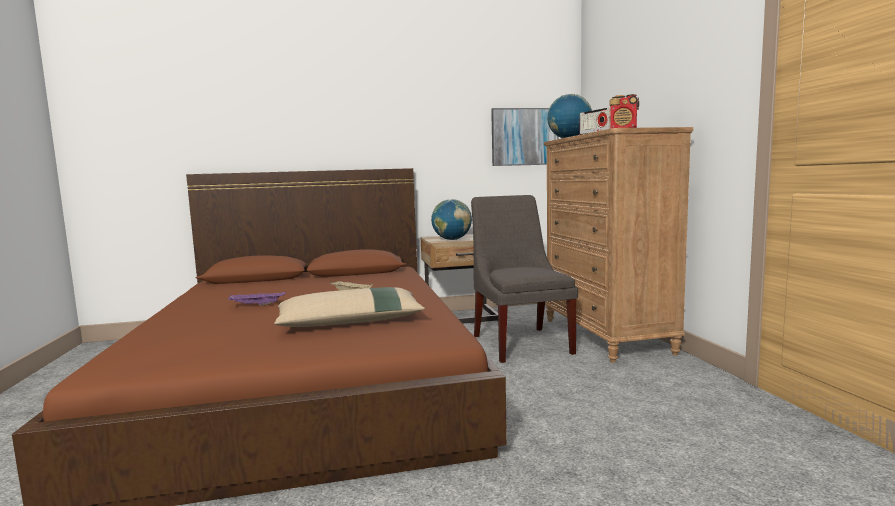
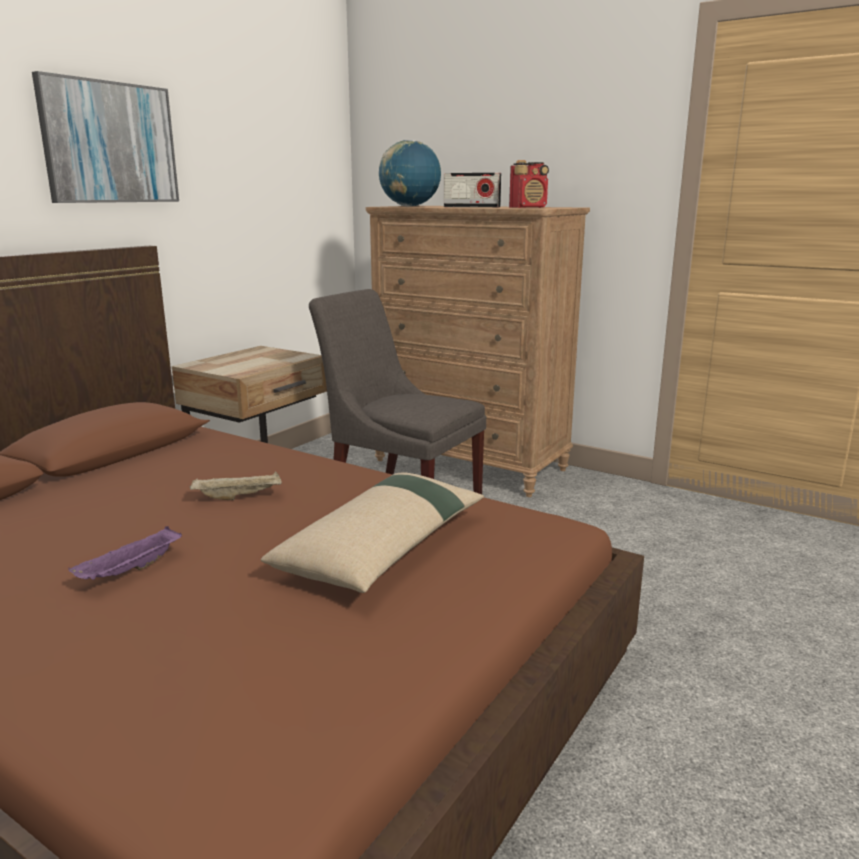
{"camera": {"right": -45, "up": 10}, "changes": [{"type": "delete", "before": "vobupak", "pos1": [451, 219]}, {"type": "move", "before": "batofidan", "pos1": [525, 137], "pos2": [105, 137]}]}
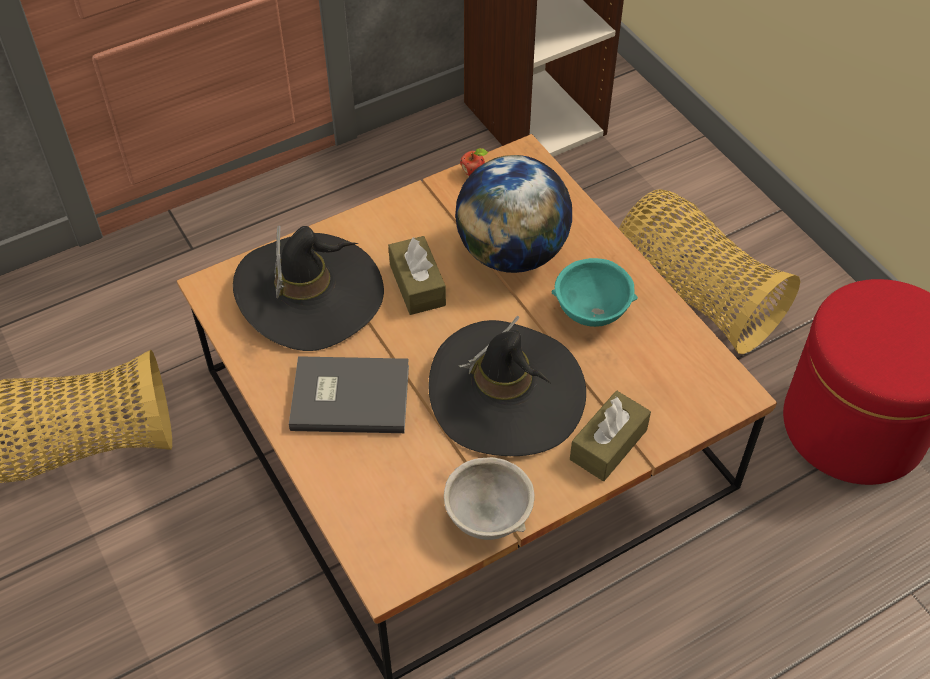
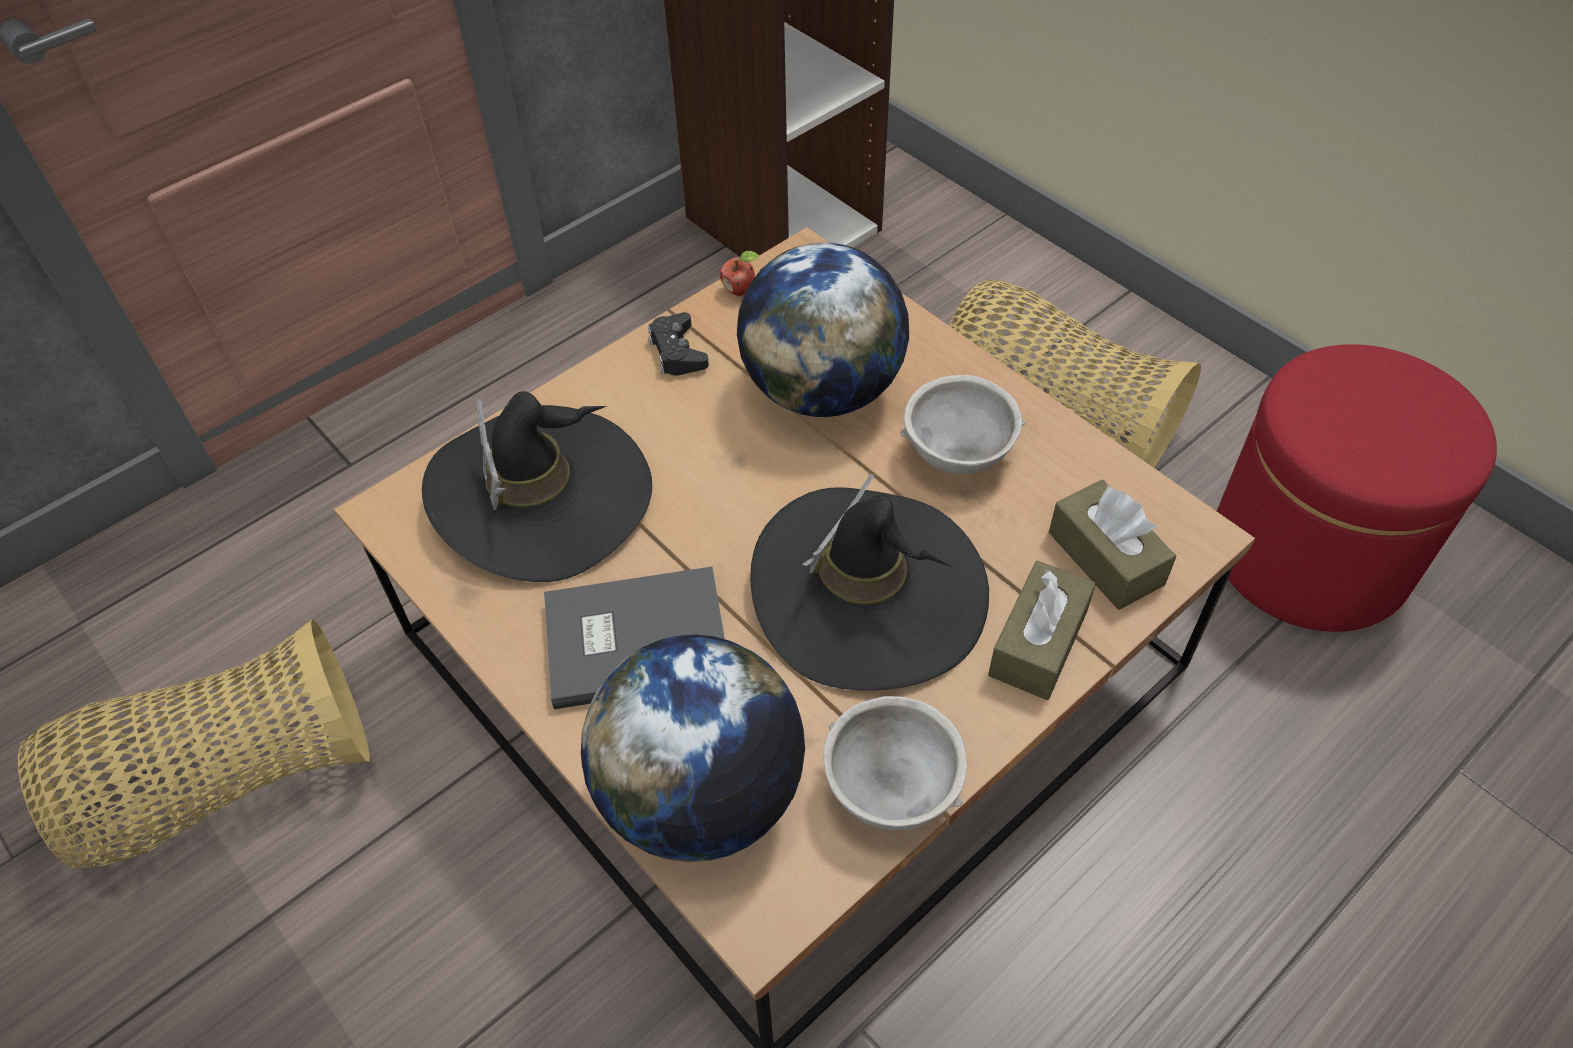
{"camera": {"right": -10, "up": 0}, "changes": [{"type": "insert", "after": "vobupak", "pos2": [693, 748]}, {"type": "insert", "after": "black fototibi", "pos2": [678, 344]}, {"type": "move", "before": "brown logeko", "pos1": [417, 275], "pos2": [1112, 545]}, {"type": "recolor", "before": "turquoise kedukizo", "after": "grey kedukizo", "pos1": [594, 292], "pos2": [963, 424]}]}
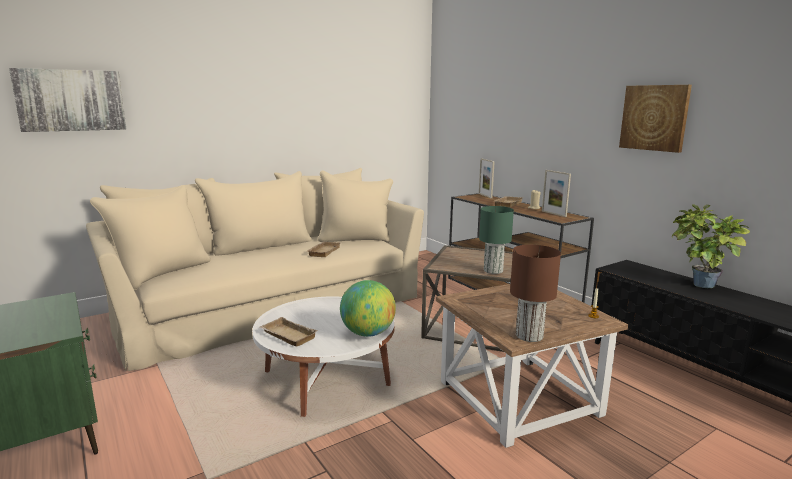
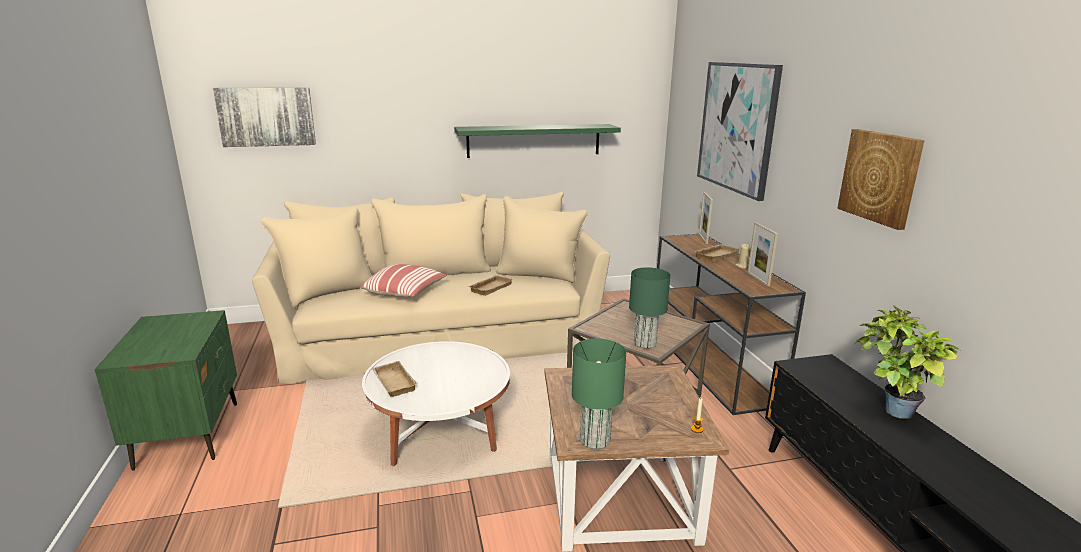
{"camera": {"right": 20, "up": 5}, "changes": [{"type": "delete", "before": "vobupak", "pos1": [368, 308]}, {"type": "insert", "after": "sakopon", "pos2": [403, 280]}, {"type": "insert", "after": "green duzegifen", "pos2": [537, 141]}, {"type": "insert", "after": "batofidan", "pos2": [740, 131]}, {"type": "recolor", "before": "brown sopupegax", "after": "green sopupegax", "pos1": [535, 293], "pos2": [599, 394]}]}
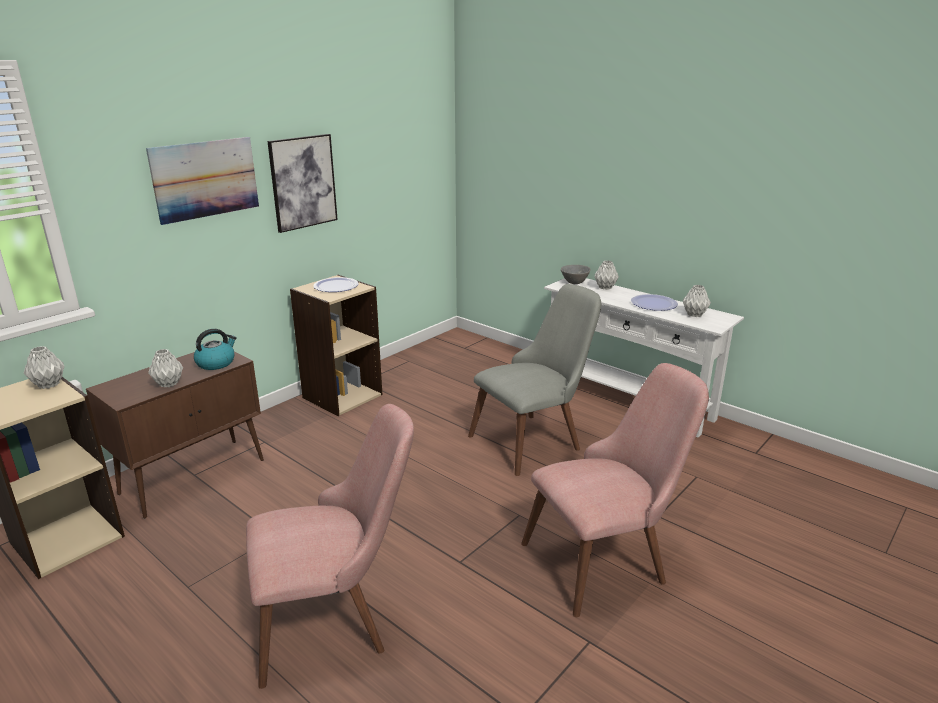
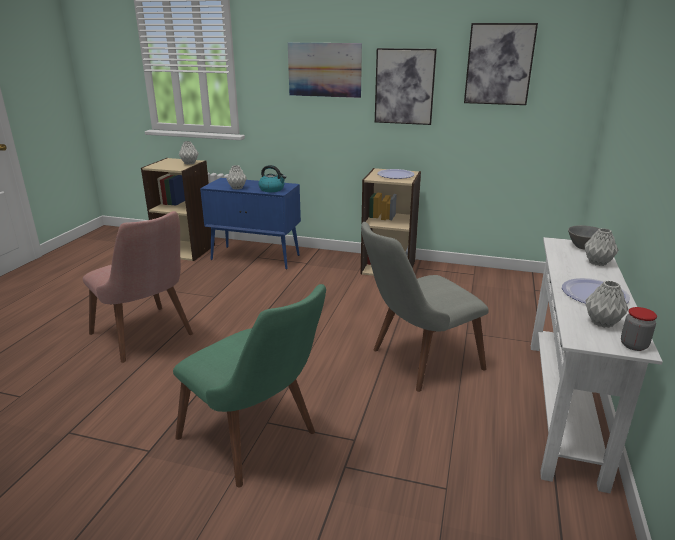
{"camera": {"right": 65, "up": 0}, "changes": [{"type": "insert", "after": "batofidan", "pos2": [501, 64]}, {"type": "insert", "after": "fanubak", "pos2": [639, 329]}, {"type": "recolor", "before": "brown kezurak", "after": "blue kezurak", "pos1": [175, 435], "pos2": [250, 223]}, {"type": "recolor", "before": "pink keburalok", "after": "green keburalok", "pos1": [615, 490], "pos2": [249, 386]}, {"type": "rotate", "before": "grey keburalok", "pos1": [534, 380], "pos2": [425, 307], "turn": 120}]}
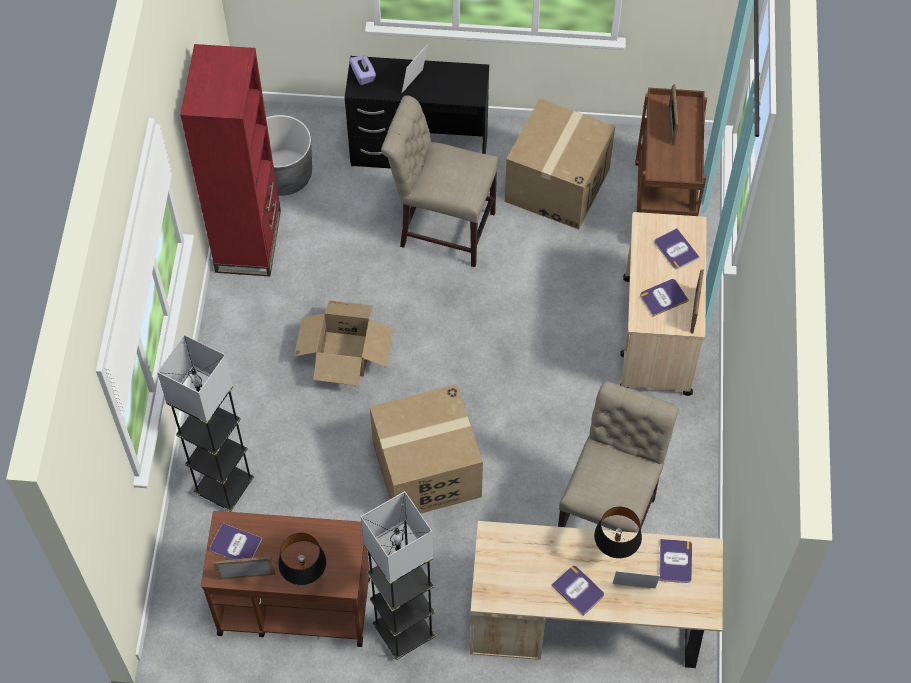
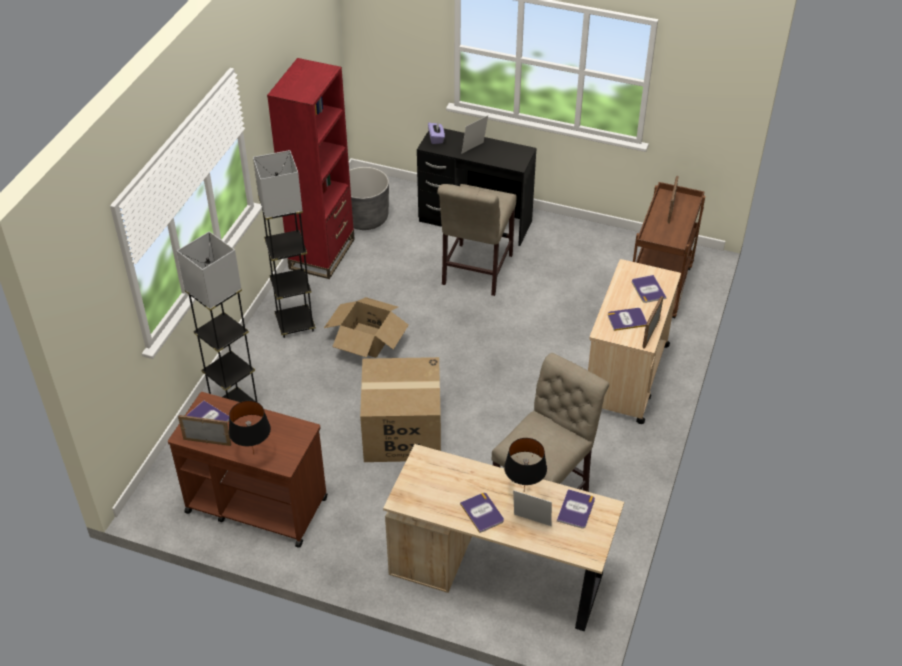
{"camera": {"right": 15, "up": -15}, "changes": [{"type": "delete", "before": "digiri", "pos1": [560, 164]}, {"type": "move", "before": "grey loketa", "pos1": [398, 575], "pos2": [284, 244]}, {"type": "rotate", "before": "beige keburalok", "pos1": [440, 181], "pos2": [477, 240], "turn": -105}]}
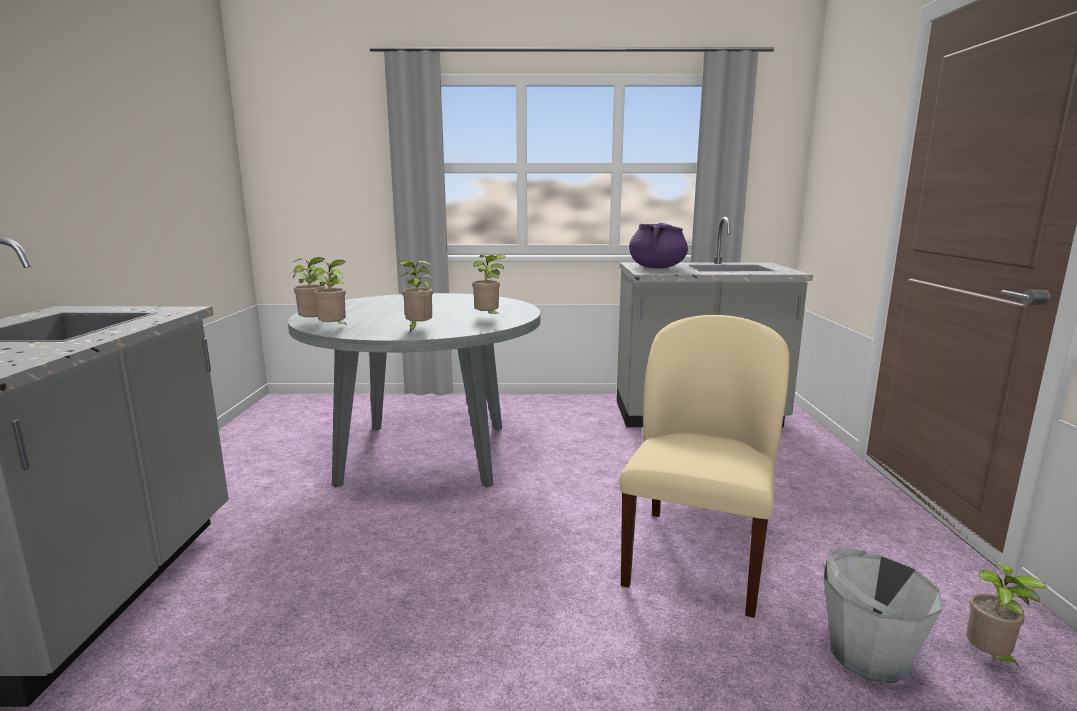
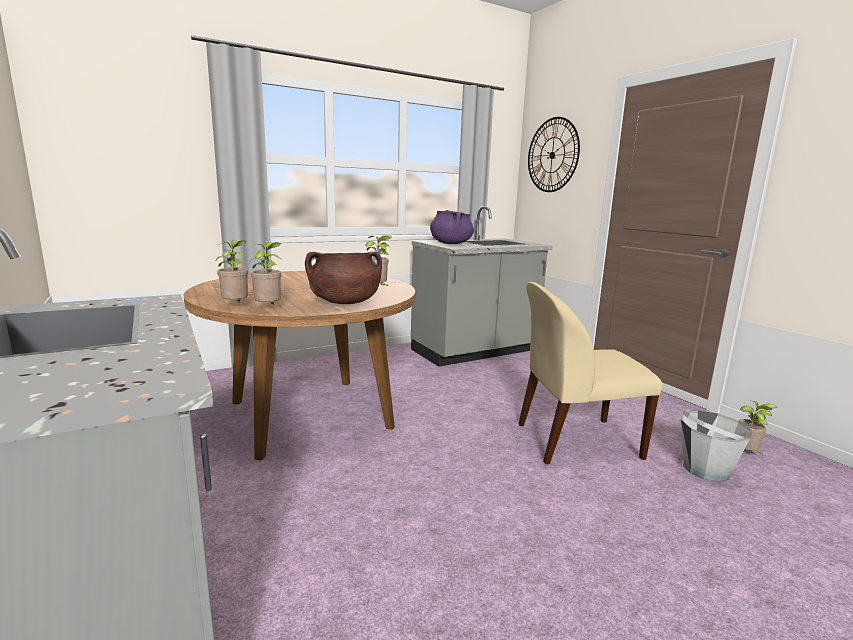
{"camera": {"right": -30, "up": 0}, "changes": [{"type": "insert", "after": "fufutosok", "pos2": [554, 154]}, {"type": "replace", "before": "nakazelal", "after": "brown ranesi", "pos1": [415, 296], "pos2": [343, 278]}, {"type": "recolor", "before": "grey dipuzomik", "after": "brown dipuzomik", "pos1": [414, 390], "pos2": [299, 366]}, {"type": "rotate", "before": "beige keburalok", "pos1": [704, 466], "pos2": [590, 373], "turn": -90}]}
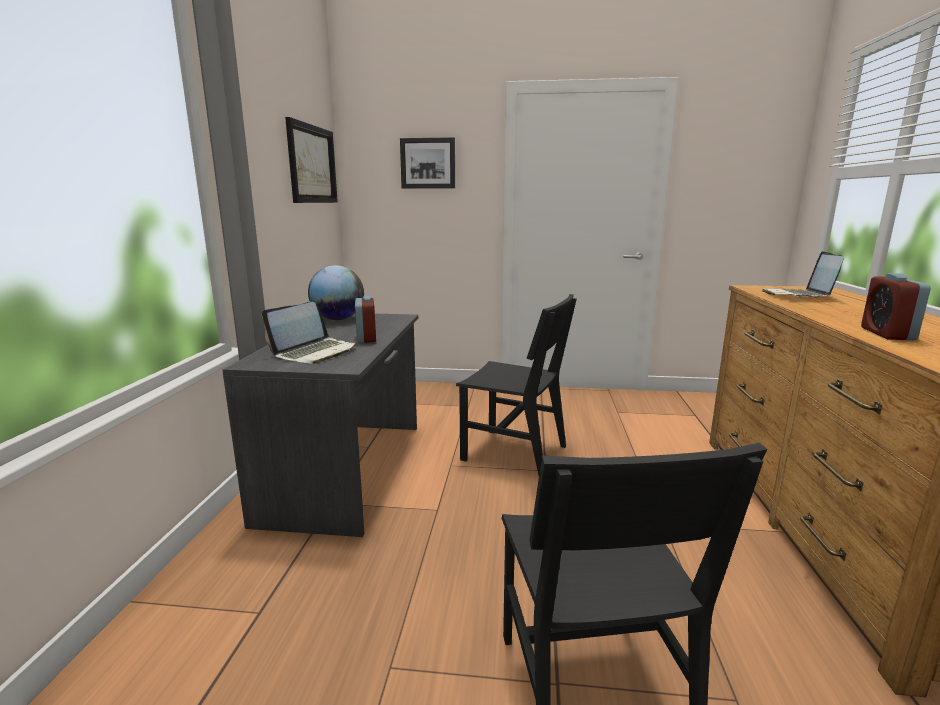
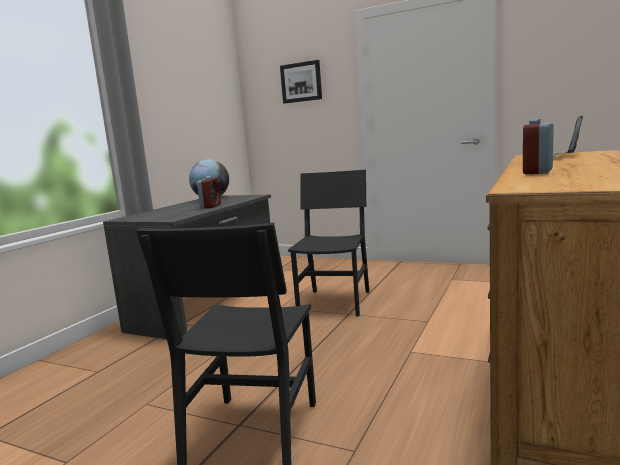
{"camera": {"right": 20, "up": -5}, "changes": [{"type": "delete", "before": "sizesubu", "pos1": [309, 333]}, {"type": "delete", "before": "batofidan", "pos1": [311, 160]}, {"type": "rotate", "before": "black keburalok", "pos1": [516, 384], "pos2": [328, 243], "turn": -120}]}
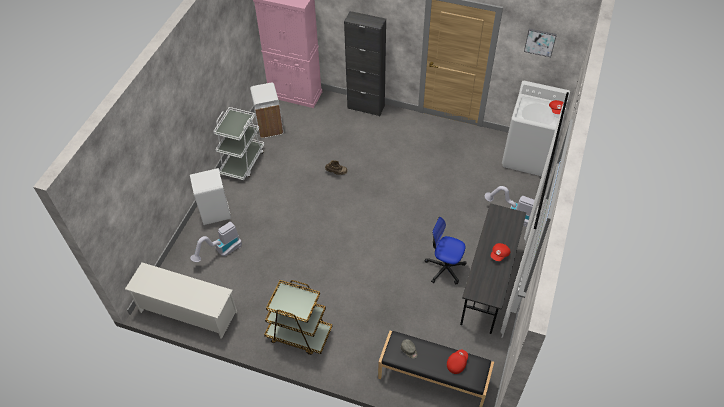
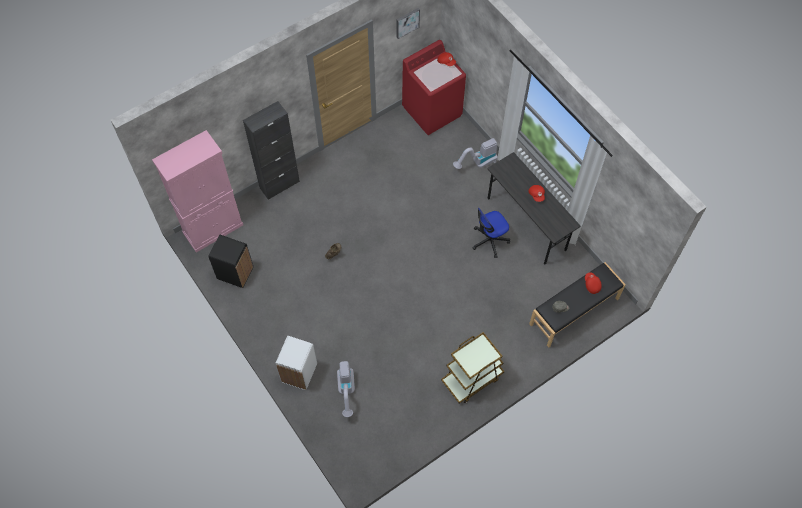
{"camera": {"right": -55, "up": 10}, "changes": [{"type": "delete", "before": "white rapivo", "pos1": [181, 300]}, {"type": "delete", "before": "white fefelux", "pos1": [238, 143]}, {"type": "recolor", "before": "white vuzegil", "after": "black vuzegil", "pos1": [266, 110], "pos2": [231, 261]}, {"type": "recolor", "before": "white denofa", "after": "red denofa", "pos1": [536, 128], "pos2": [434, 87]}]}
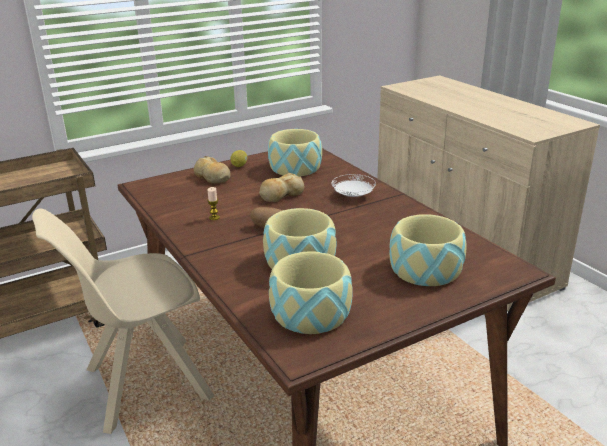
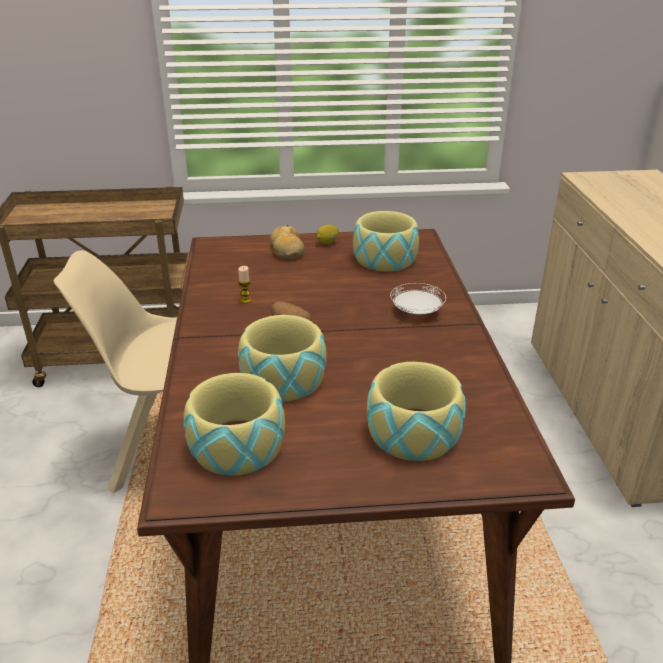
{"camera": {"right": 25, "up": 5}, "changes": [{"type": "delete", "before": "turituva", "pos1": [281, 187]}]}
